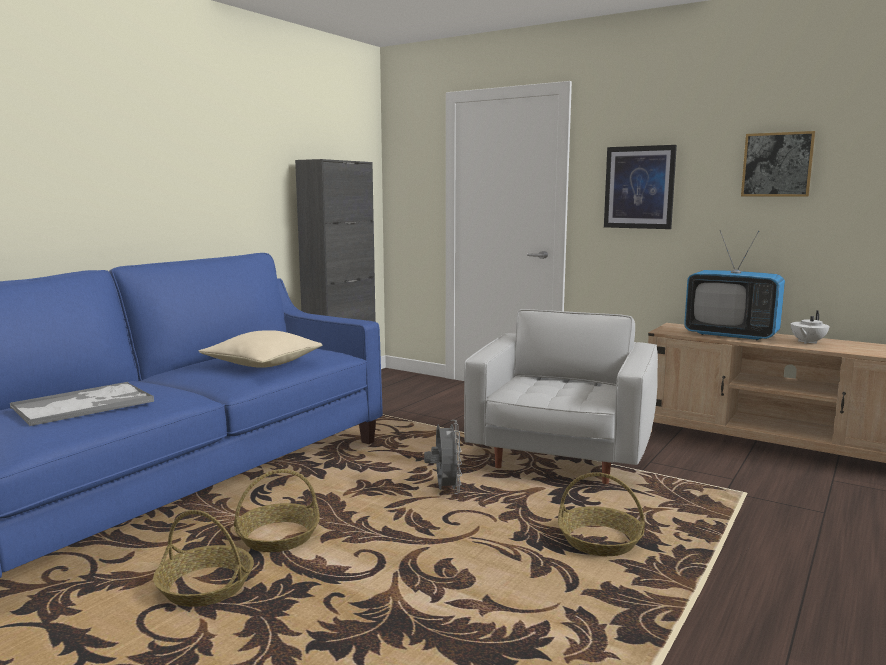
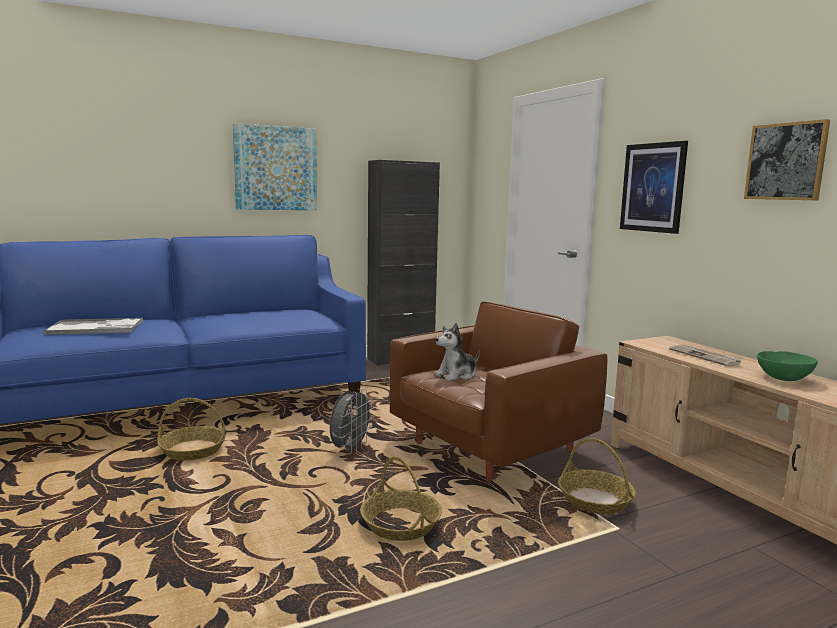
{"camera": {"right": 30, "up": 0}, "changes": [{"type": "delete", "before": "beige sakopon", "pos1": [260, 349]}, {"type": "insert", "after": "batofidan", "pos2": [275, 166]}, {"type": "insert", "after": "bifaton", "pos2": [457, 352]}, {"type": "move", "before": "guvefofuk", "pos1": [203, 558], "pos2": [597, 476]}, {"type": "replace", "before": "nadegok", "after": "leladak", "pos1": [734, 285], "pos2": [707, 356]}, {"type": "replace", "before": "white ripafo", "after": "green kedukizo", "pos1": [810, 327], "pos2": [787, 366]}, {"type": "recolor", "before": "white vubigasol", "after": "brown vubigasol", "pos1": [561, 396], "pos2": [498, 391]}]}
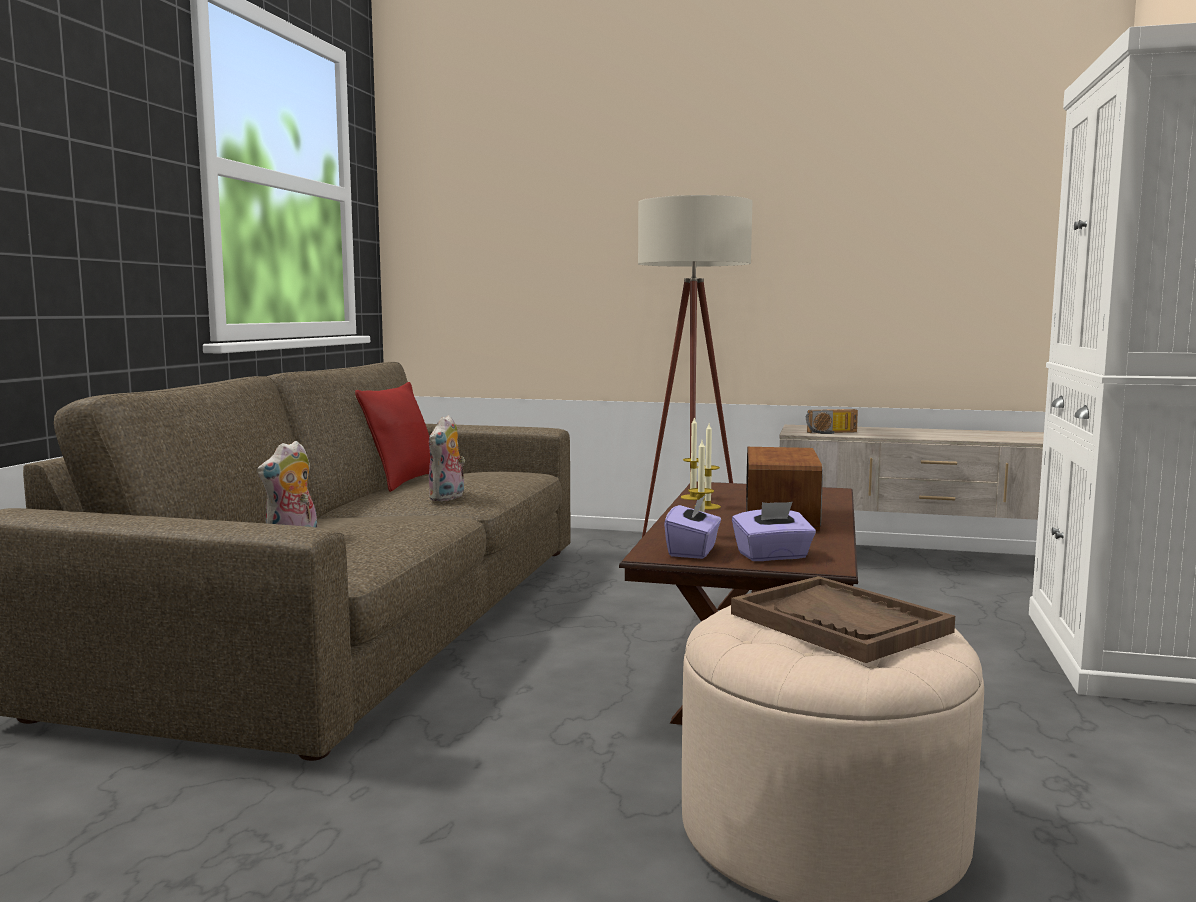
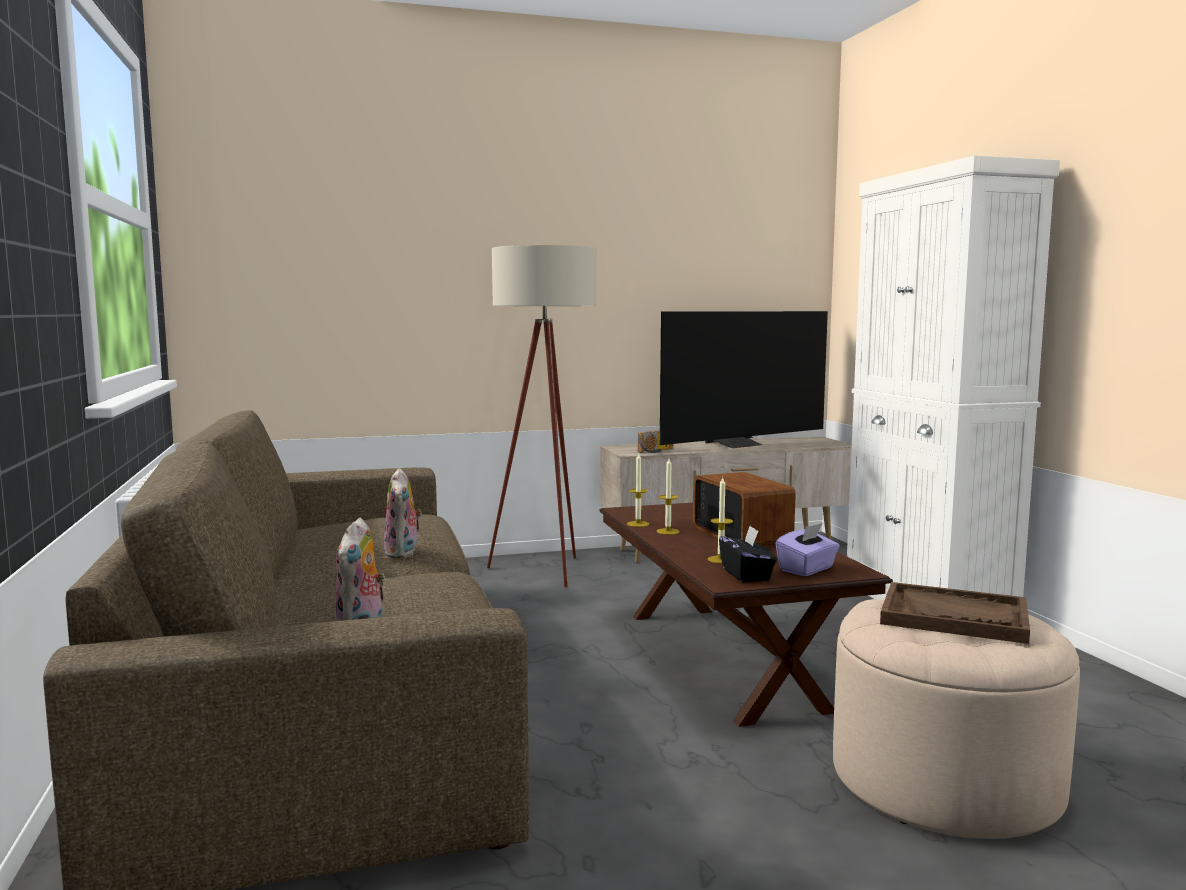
{"camera": {"right": -30, "up": 0}, "changes": [{"type": "delete", "before": "red sakopon", "pos1": [393, 437]}, {"type": "insert", "after": "nadegok", "pos2": [744, 379]}, {"type": "recolor", "before": "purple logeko", "after": "black logeko", "pos1": [692, 527], "pos2": [748, 554]}]}
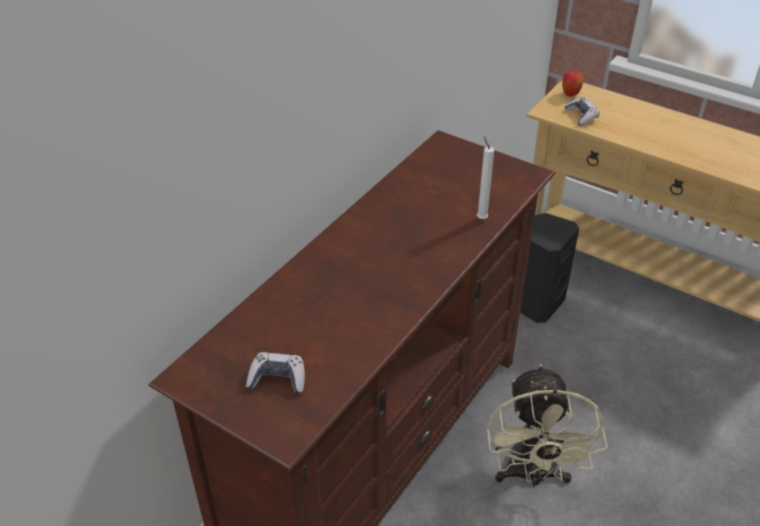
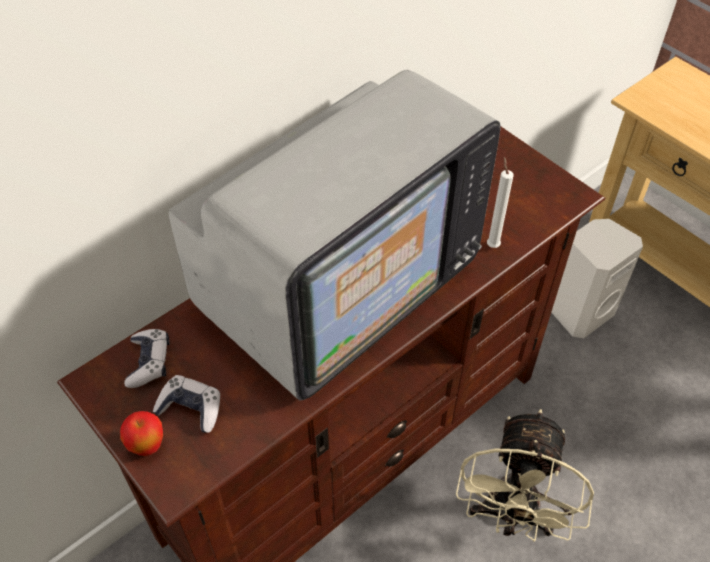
{"camera": {"right": 15, "up": 10}, "changes": [{"type": "insert", "after": "nadegok", "pos2": [335, 235]}, {"type": "move", "before": "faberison", "pos1": [573, 83], "pos2": [141, 433]}, {"type": "move", "before": "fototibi", "pos1": [582, 111], "pos2": [147, 358]}, {"type": "recolor", "before": "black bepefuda", "after": "white bepefuda", "pos1": [549, 268], "pos2": [597, 278]}]}
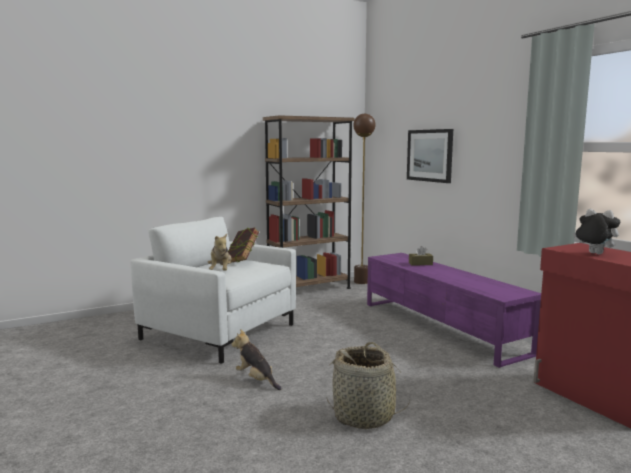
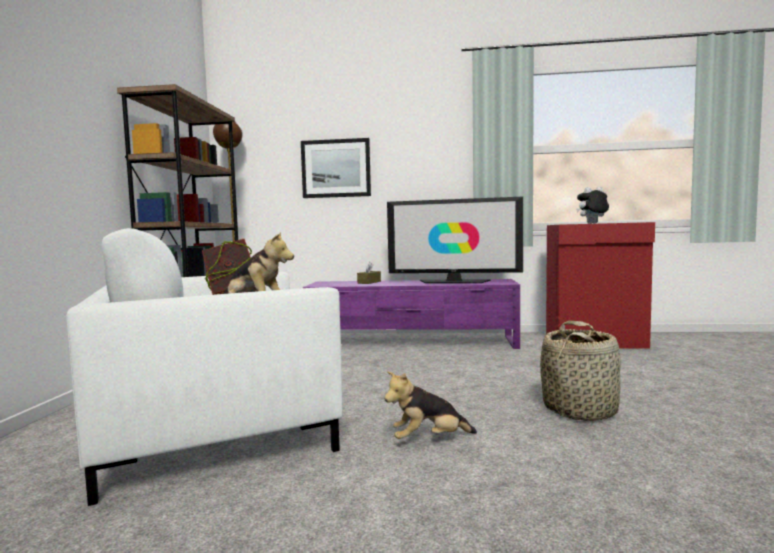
{"camera": {"right": -55, "up": -5}, "changes": [{"type": "insert", "after": "nadegok", "pos2": [455, 240]}]}
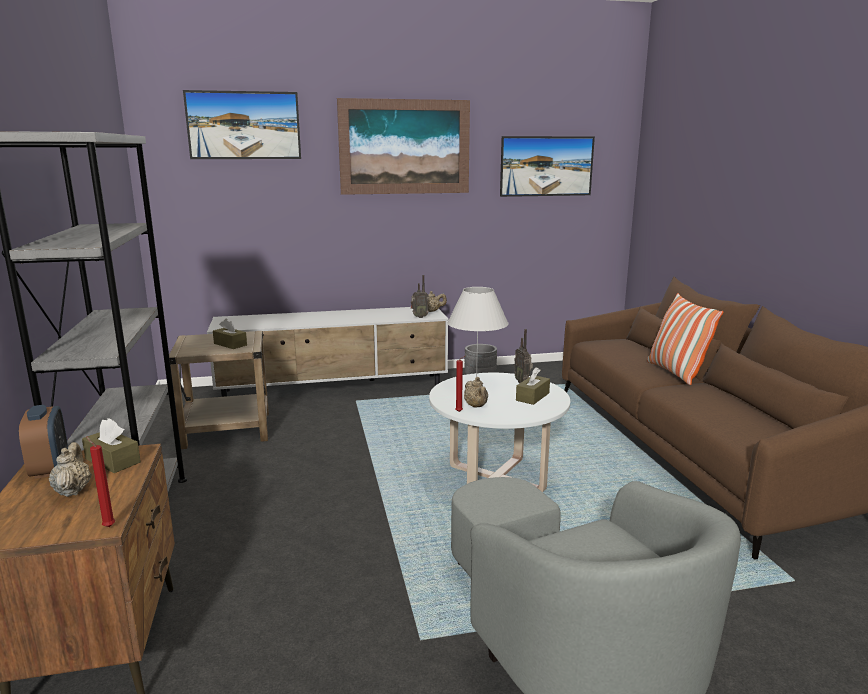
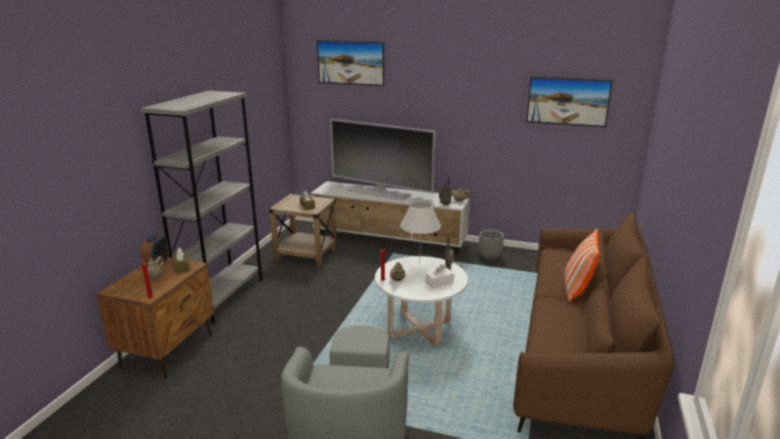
{"camera": {"right": 30, "up": 5}, "changes": [{"type": "delete", "before": "batofidan", "pos1": [403, 146]}, {"type": "insert", "after": "nadegok", "pos2": [383, 159]}, {"type": "recolor", "before": "brown logeko", "after": "white logeko", "pos1": [533, 386], "pos2": [440, 276]}]}
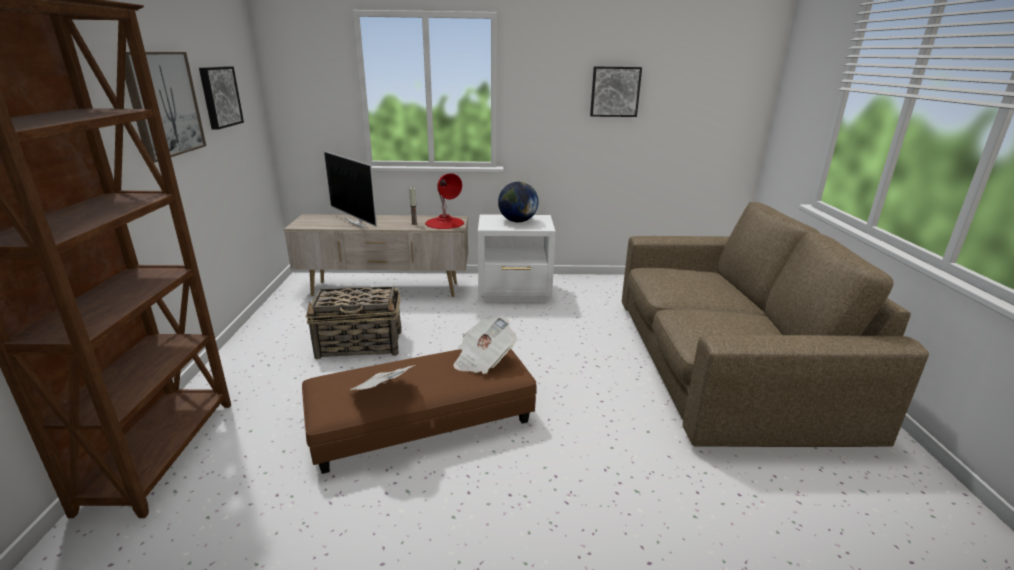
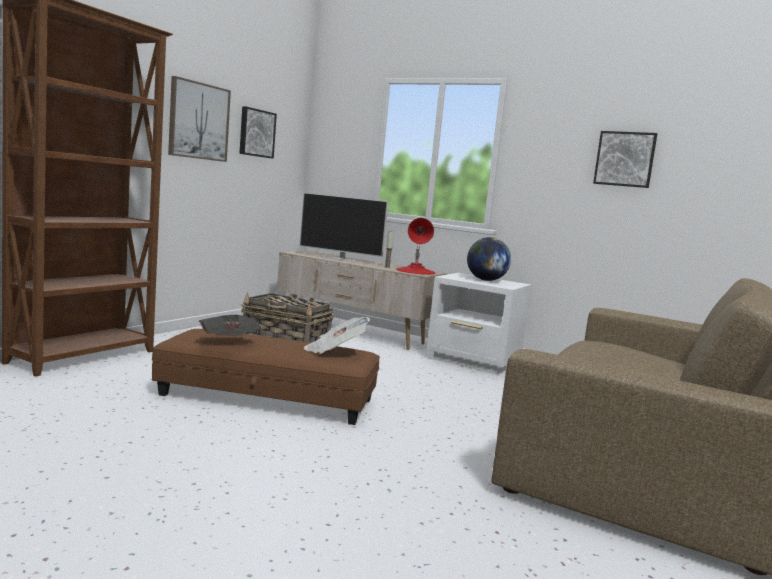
{"camera": {"right": 30, "up": -15}, "changes": [{"type": "rotate", "before": "nadegok", "pos1": [350, 190], "pos2": [343, 227], "turn": -60}]}
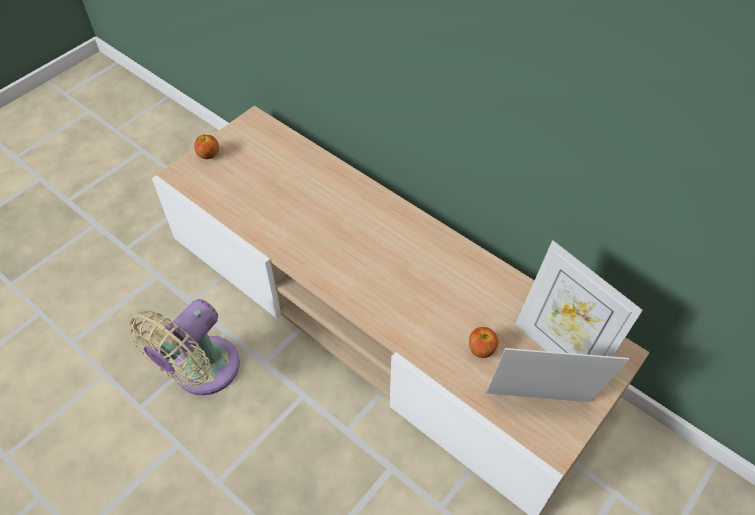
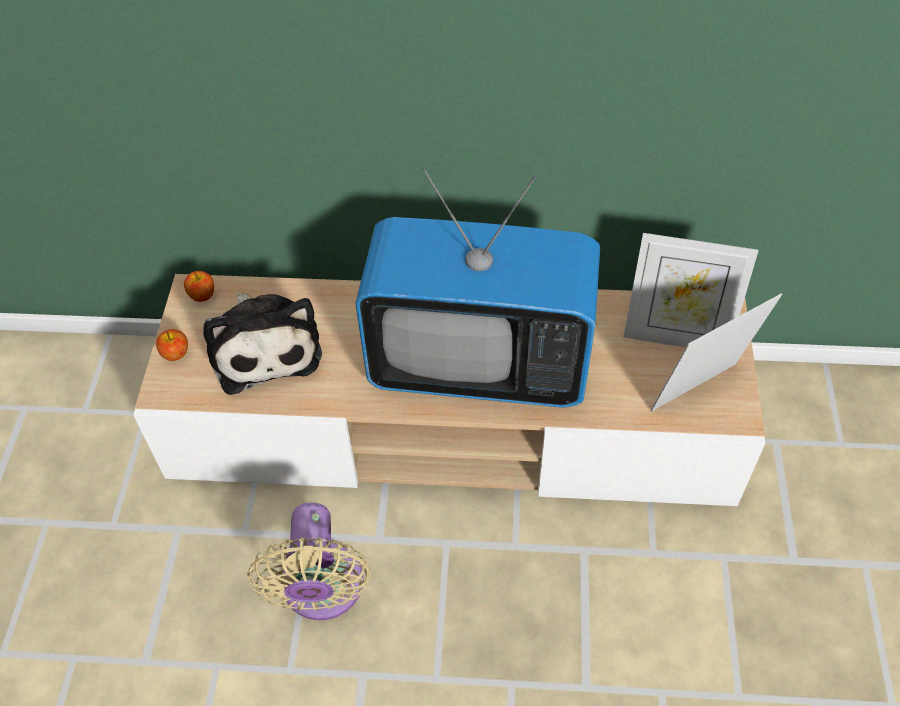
{"camera": {"right": -35, "up": 0}, "changes": [{"type": "insert", "after": "bifaton", "pos2": [262, 344]}, {"type": "insert", "after": "nadegok", "pos2": [477, 288]}, {"type": "move", "before": "faberison", "pos1": [483, 342], "pos2": [199, 286]}]}
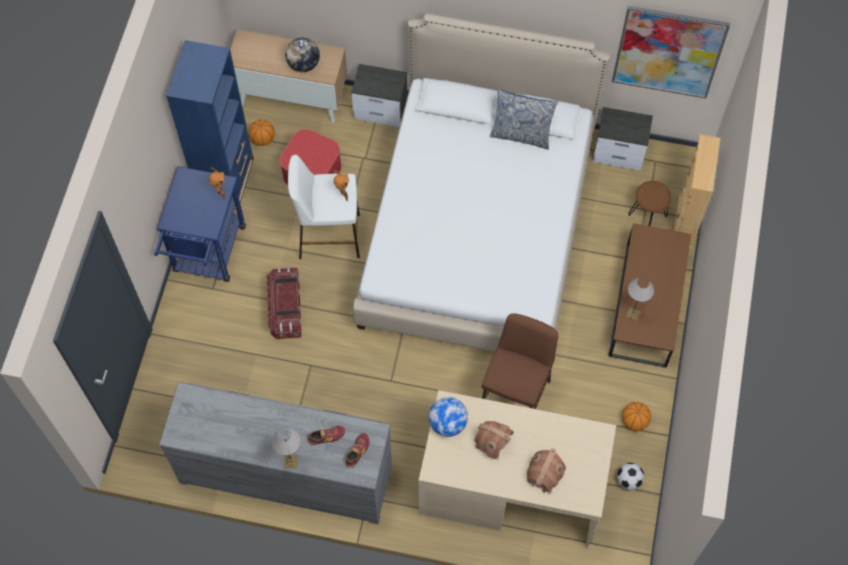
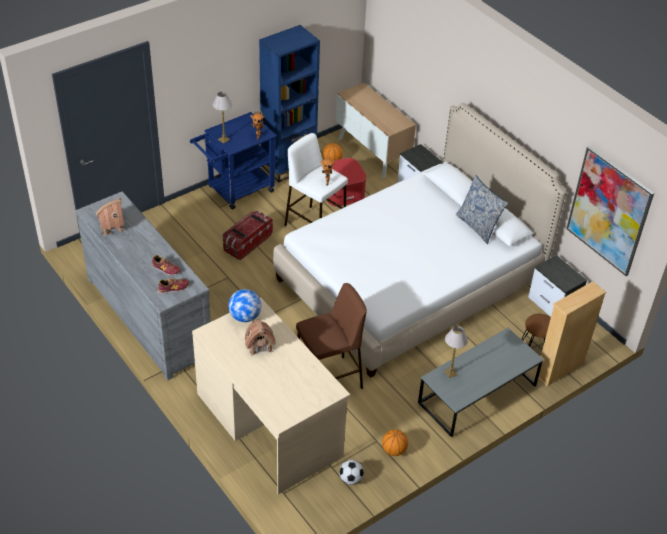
{"camera": {"right": 40, "up": -20}, "changes": [{"type": "delete", "before": "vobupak", "pos1": [302, 55]}, {"type": "move", "before": "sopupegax", "pos1": [285, 447], "pos2": [223, 117]}, {"type": "move", "before": "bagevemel", "pos1": [546, 471], "pos2": [110, 216]}, {"type": "recolor", "before": "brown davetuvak", "after": "grey davetuvak", "pos1": [650, 295], "pos2": [481, 382]}]}
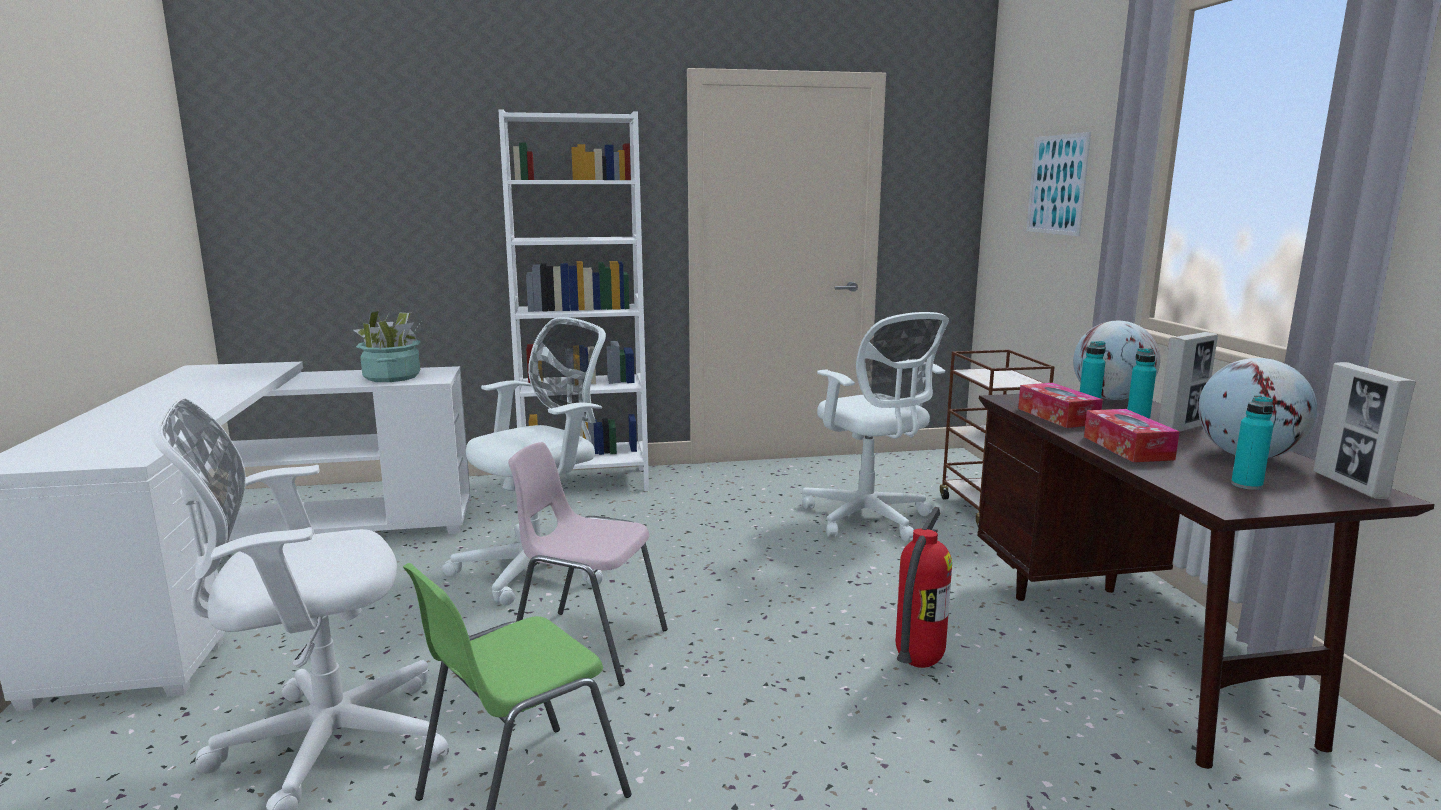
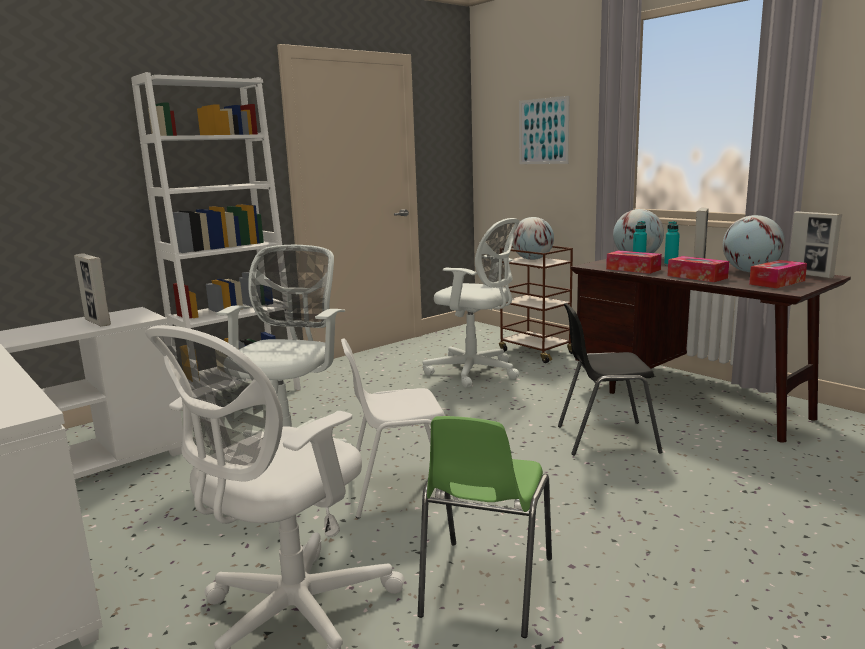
{"camera": {"right": -30, "up": 0}, "changes": [{"type": "insert", "after": "vobupak", "pos2": [533, 238]}, {"type": "replace", "before": "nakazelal", "after": "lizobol", "pos1": [388, 346], "pos2": [92, 290]}, {"type": "replace", "before": "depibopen", "after": "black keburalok", "pos1": [924, 587], "pos2": [610, 379]}, {"type": "replace", "before": "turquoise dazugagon", "after": "logeko", "pos1": [1252, 442], "pos2": [778, 274]}, {"type": "recolor", "before": "pink keburalok", "after": "white keburalok", "pos1": [588, 564], "pos2": [400, 428]}]}
